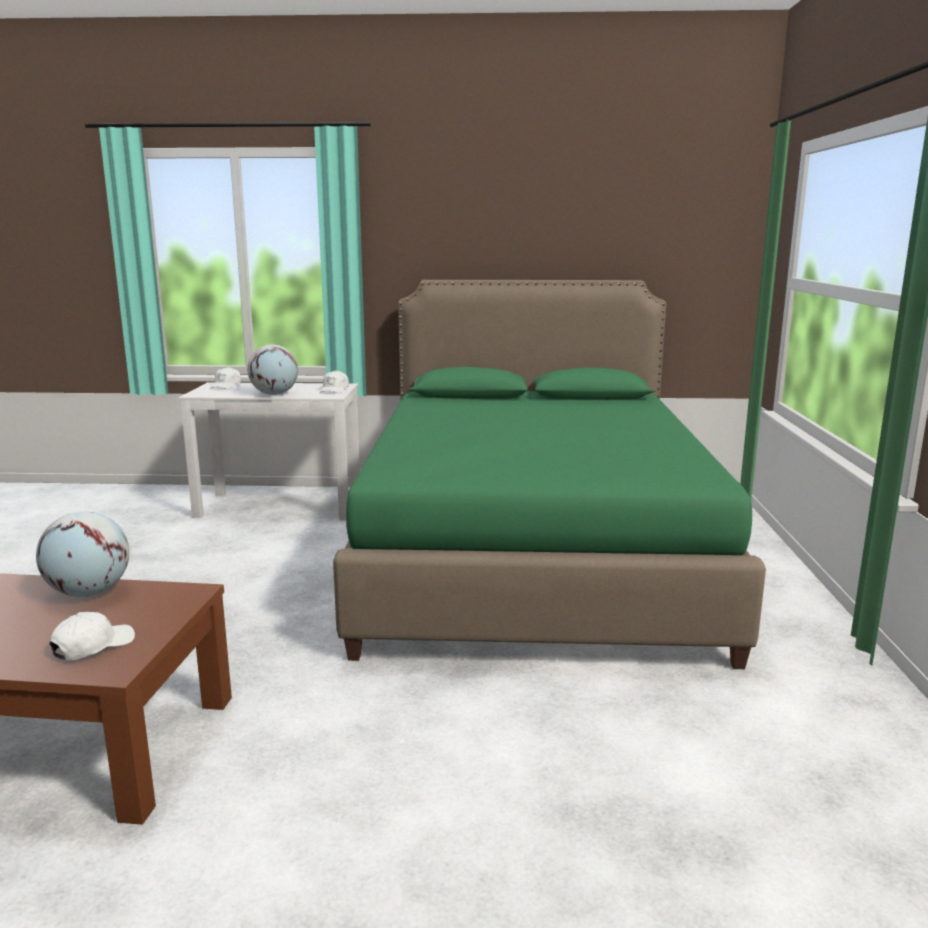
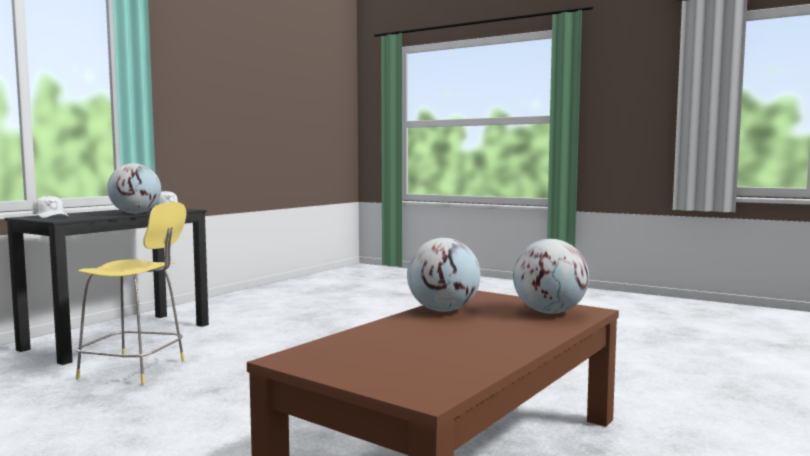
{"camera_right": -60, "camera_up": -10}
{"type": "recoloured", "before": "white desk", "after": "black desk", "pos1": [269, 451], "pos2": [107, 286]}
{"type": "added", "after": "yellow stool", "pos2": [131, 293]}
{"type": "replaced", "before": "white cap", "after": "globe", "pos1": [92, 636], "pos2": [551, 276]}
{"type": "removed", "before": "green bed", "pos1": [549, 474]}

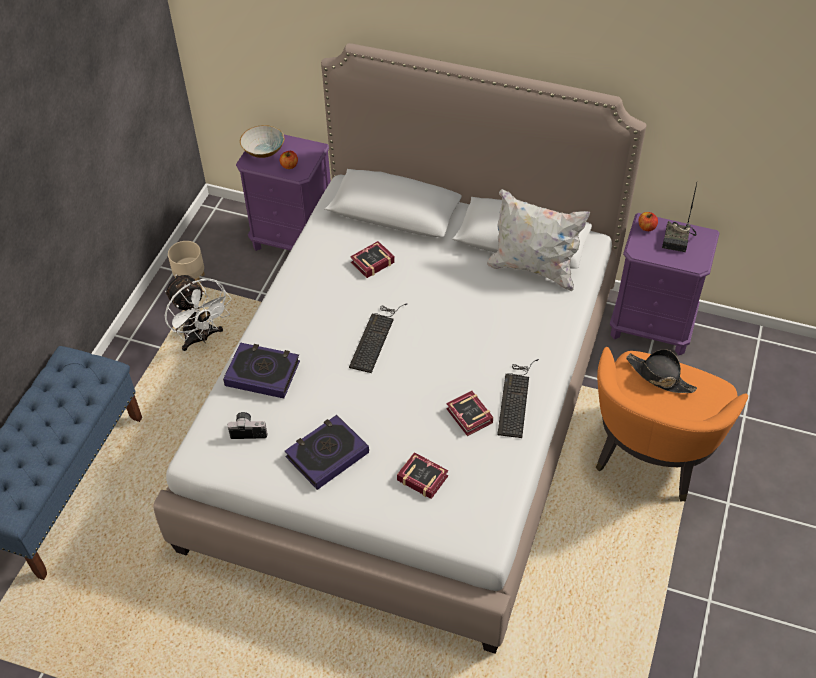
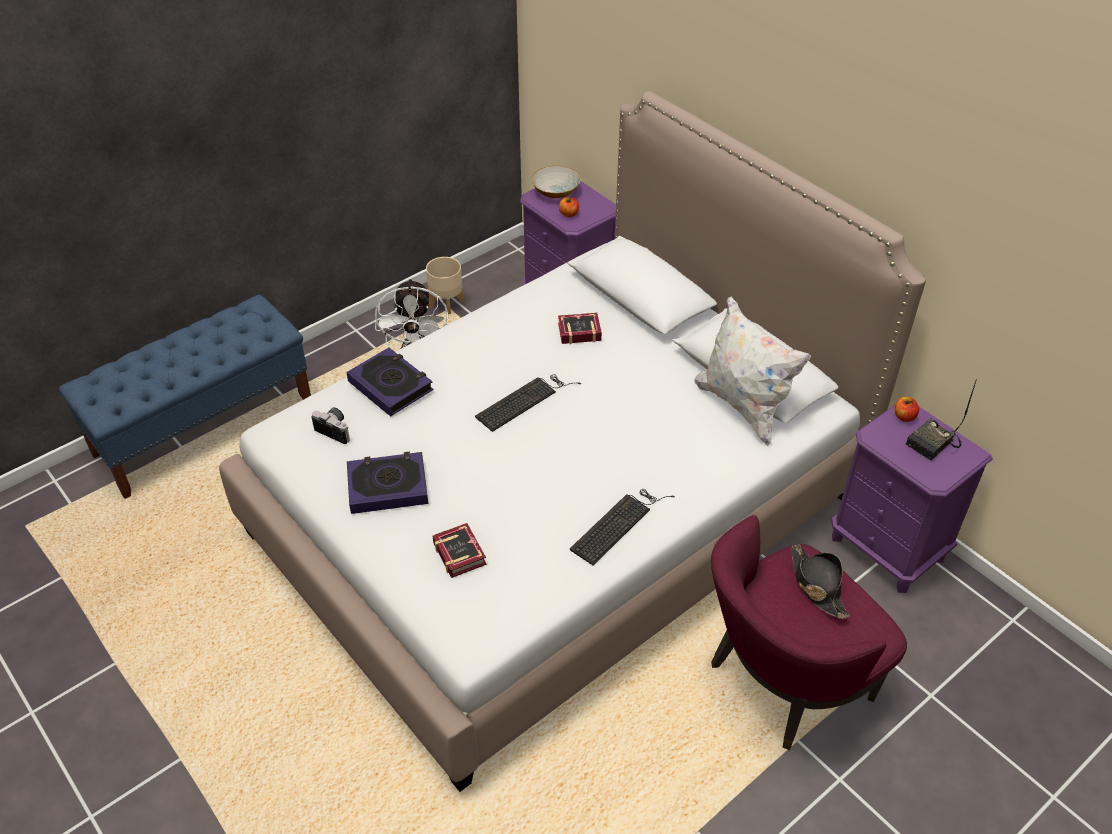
{"camera_right": 30, "camera_up": -5}
{"type": "recoloured", "before": "orange armchair", "after": "purple armchair", "pos1": [672, 424], "pos2": [809, 633]}
{"type": "removed", "before": "book", "pos1": [469, 413]}

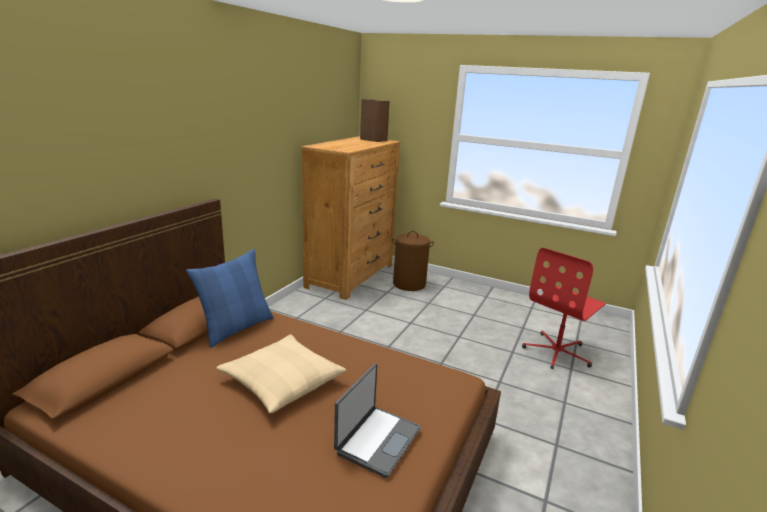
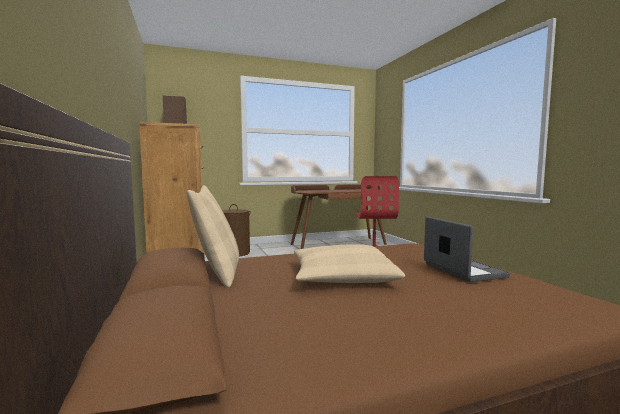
{"camera_right": -45, "camera_up": -15}
{"type": "recoloured", "before": "blue pillow", "after": "beige pillow", "pos1": [230, 298], "pos2": [213, 236]}
{"type": "added", "after": "brown desk", "pos2": [338, 216]}

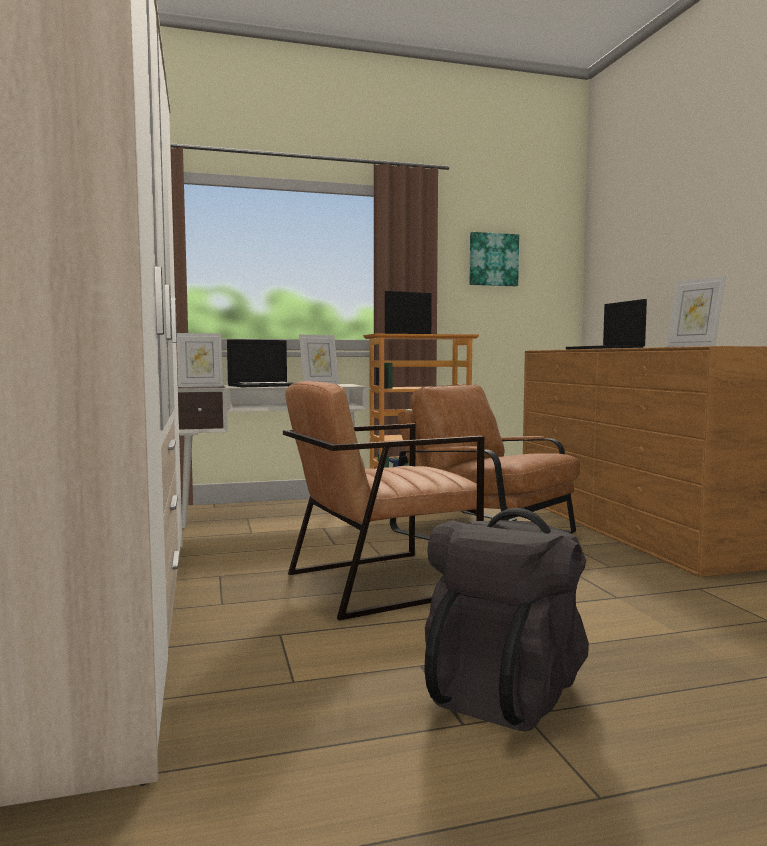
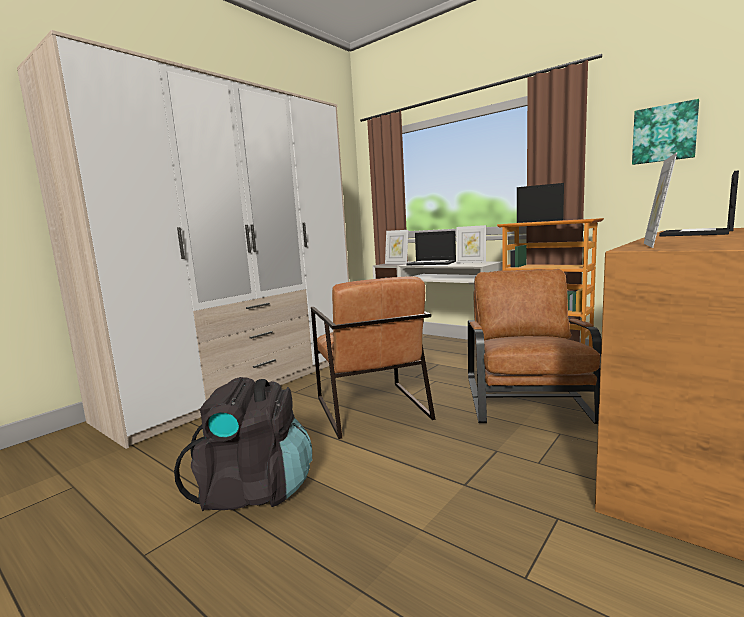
{"camera_right": 55, "camera_up": 5}
{"type": "turned", "before": "brown armchair", "pos1": [384, 500], "pos2": [373, 357], "turn": -135}

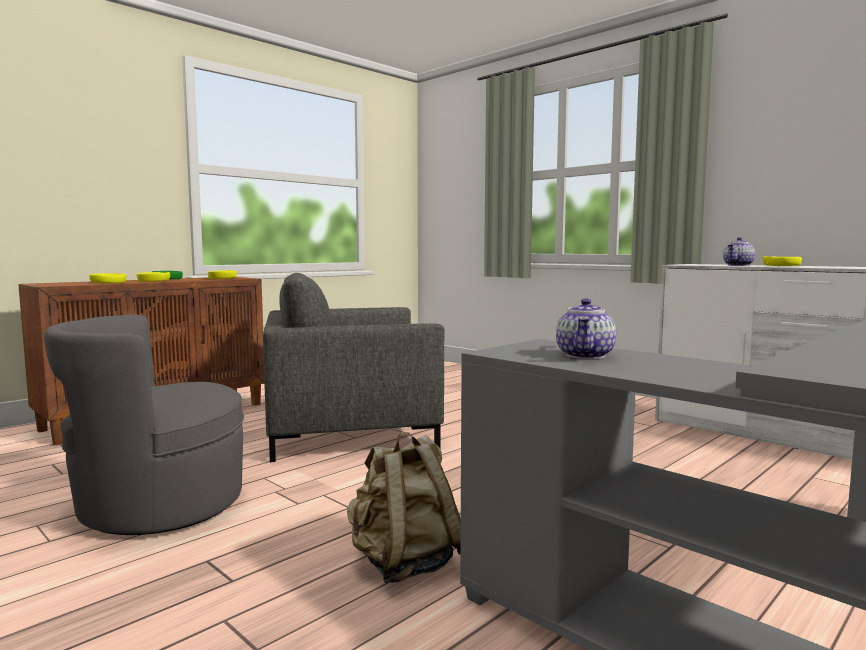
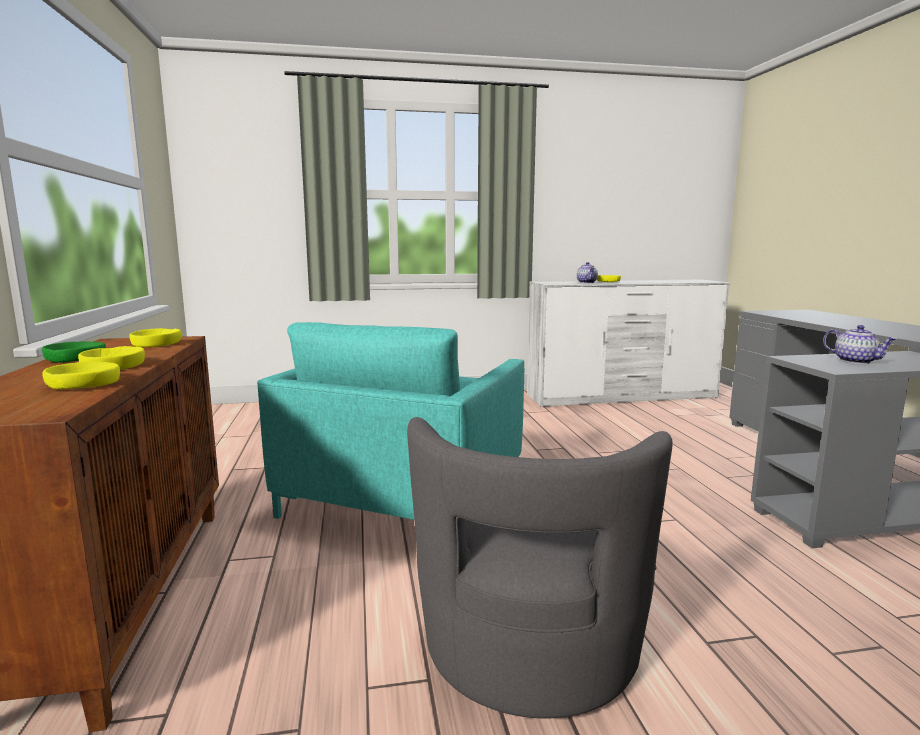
{"camera_right": -55, "camera_up": 5}
{"type": "recoloured", "before": "grey armchair", "after": "turquoise armchair", "pos1": [353, 367], "pos2": [390, 421]}
{"type": "removed", "before": "beige backpack", "pos1": [404, 508]}

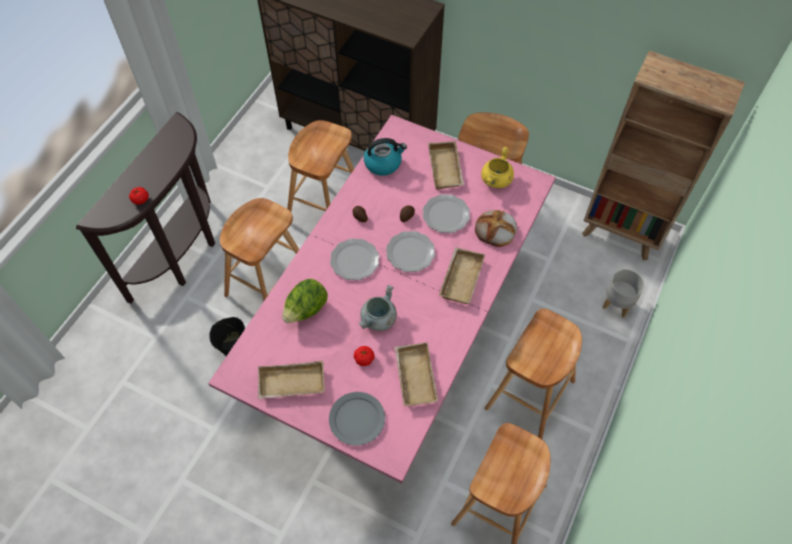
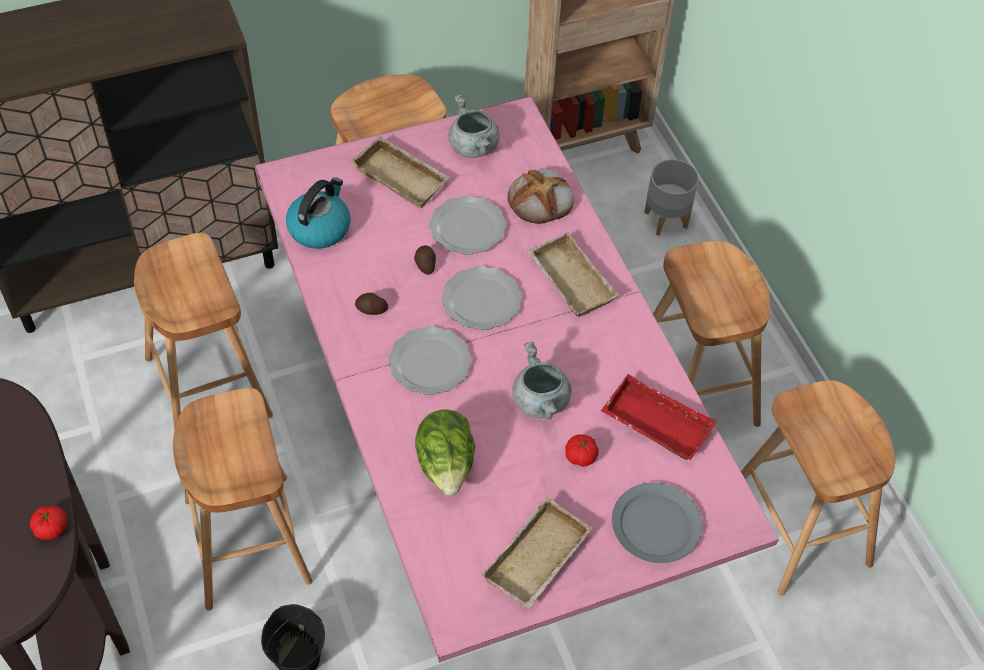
{"camera_right": -50, "camera_up": -5}
{"type": "recoloured", "before": "yellow cooking pot", "after": "grey cooking pot", "pos1": [497, 167], "pos2": [474, 126]}
{"type": "recoloured", "before": "beige tray", "after": "red tray", "pos1": [416, 374], "pos2": [659, 417]}

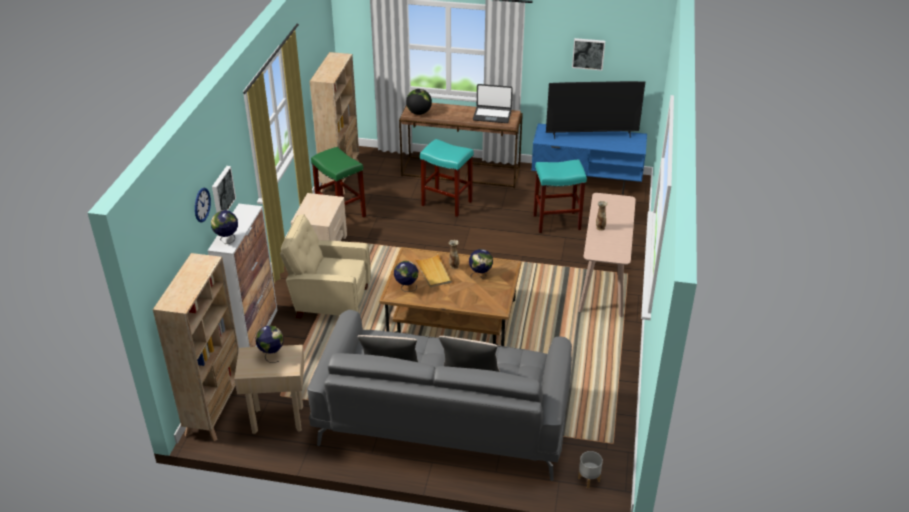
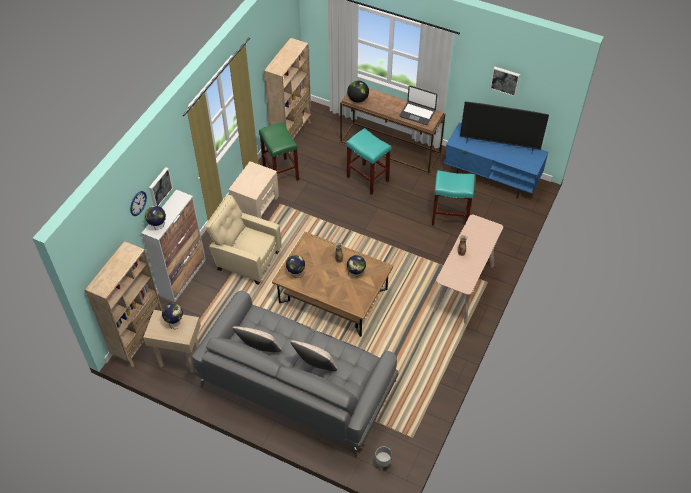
{"camera_right": 15, "camera_up": 15}
{"type": "removed", "before": "beige tray", "pos1": [433, 270]}

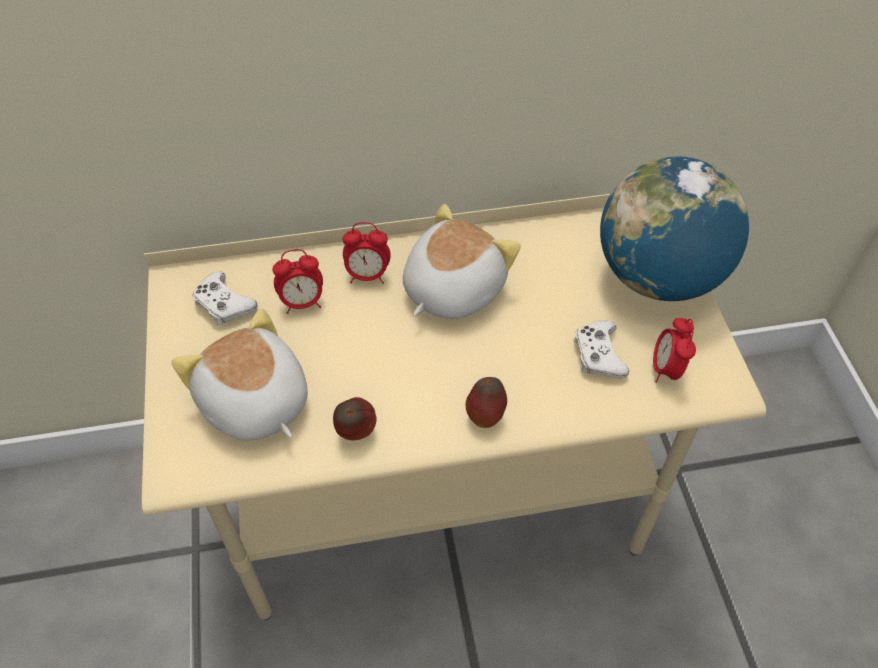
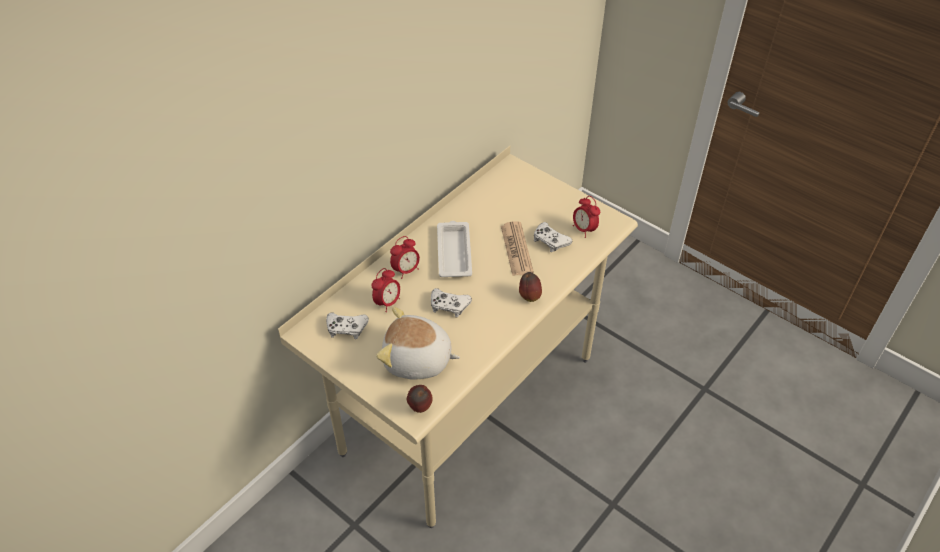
{"camera_right": -40, "camera_up": -5}
{"type": "moved", "before": "apple", "pos1": [355, 418], "pos2": [420, 399]}
{"type": "added", "after": "white game controller", "pos2": [451, 302]}
{"type": "replaced", "before": "plush toy", "after": "white tray", "pos1": [462, 261], "pos2": [454, 249]}
{"type": "added", "after": "newspaper", "pos2": [517, 248]}
{"type": "removed", "before": "globe", "pos1": [674, 228]}

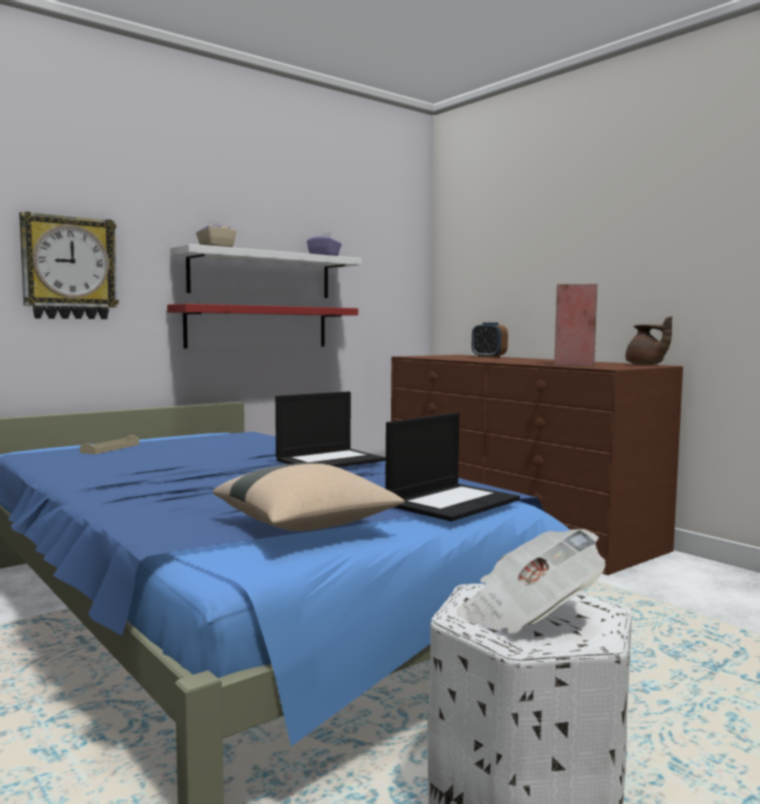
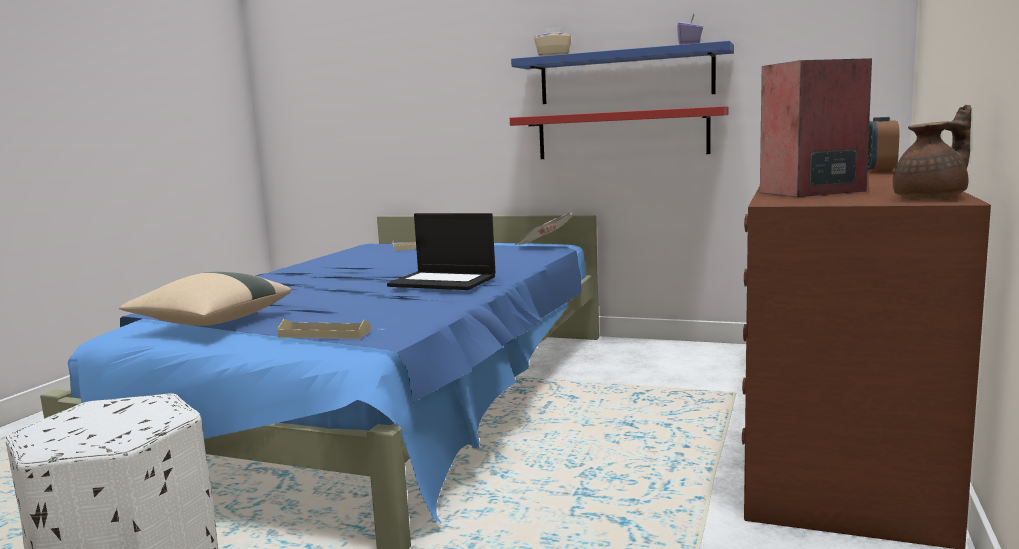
{"camera_right": 60, "camera_up": 5}
{"type": "replaced", "before": "laptop", "after": "beige tray", "pos1": [452, 467], "pos2": [324, 329]}
{"type": "recoloured", "before": "white shelf", "after": "blue shelf", "pos1": [266, 271], "pos2": [622, 72]}
{"type": "moved", "before": "newspaper", "pos1": [531, 581], "pos2": [544, 229]}
{"type": "turned", "before": "brown teapot", "pos1": [649, 340], "pos2": [932, 152], "turn": -135}
{"type": "removed", "before": "wall clock", "pos1": [69, 265]}

